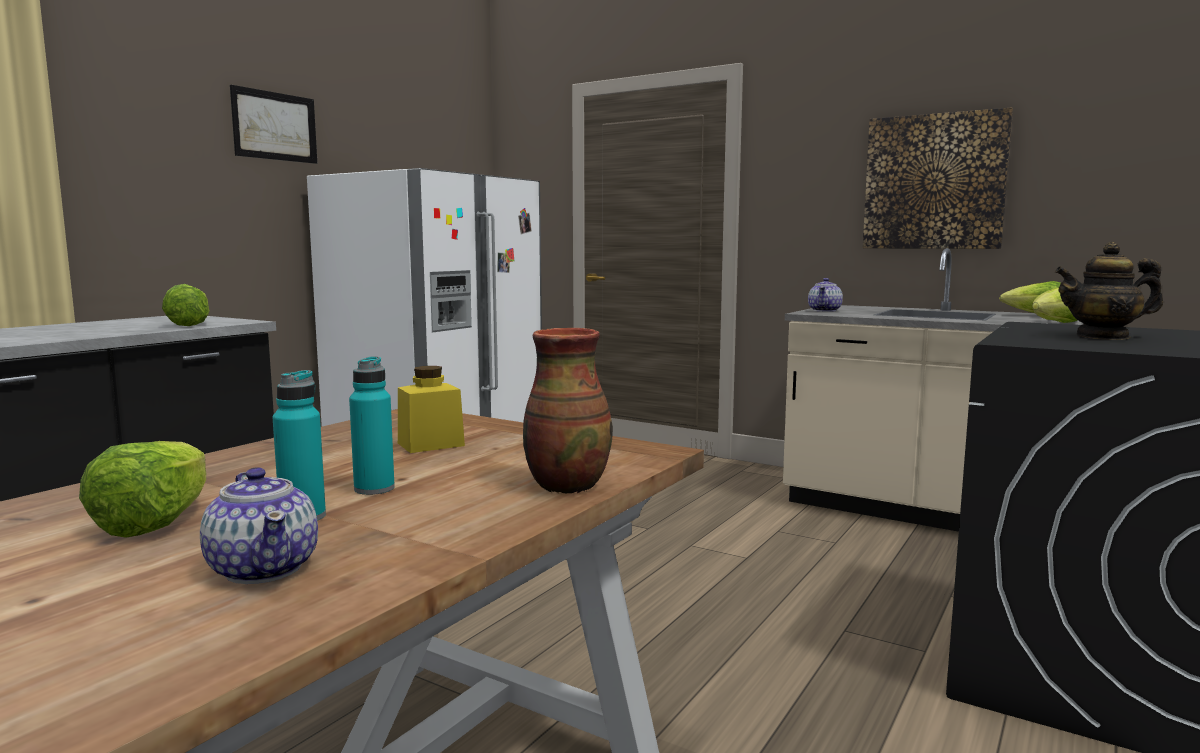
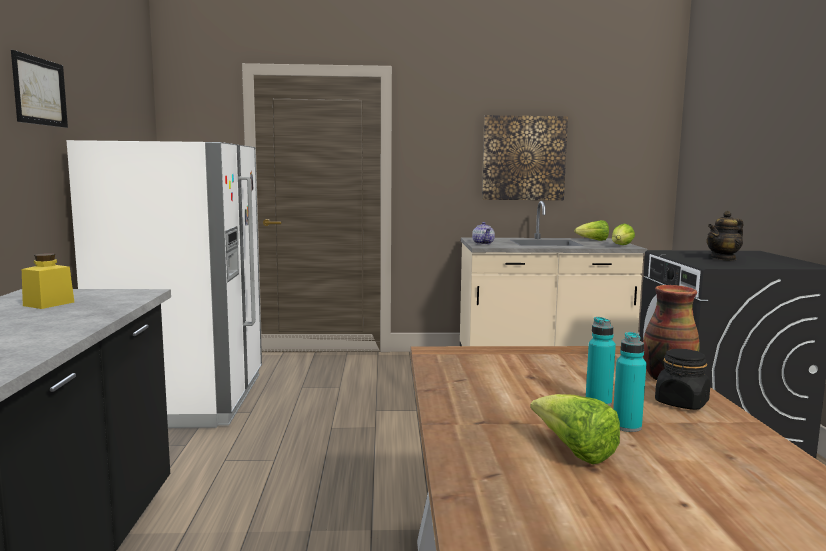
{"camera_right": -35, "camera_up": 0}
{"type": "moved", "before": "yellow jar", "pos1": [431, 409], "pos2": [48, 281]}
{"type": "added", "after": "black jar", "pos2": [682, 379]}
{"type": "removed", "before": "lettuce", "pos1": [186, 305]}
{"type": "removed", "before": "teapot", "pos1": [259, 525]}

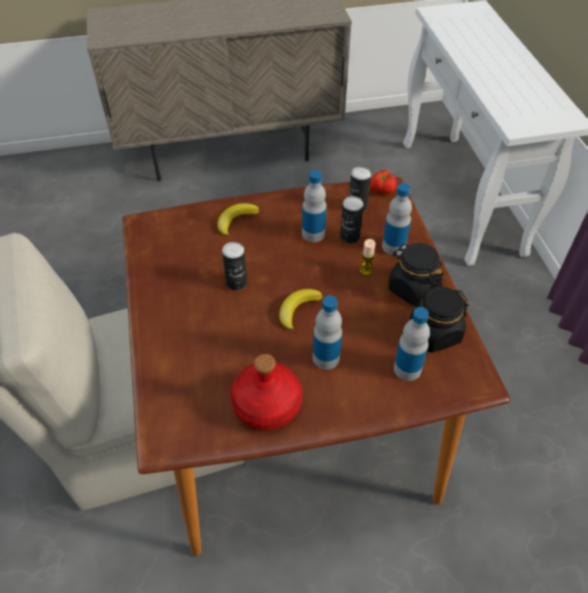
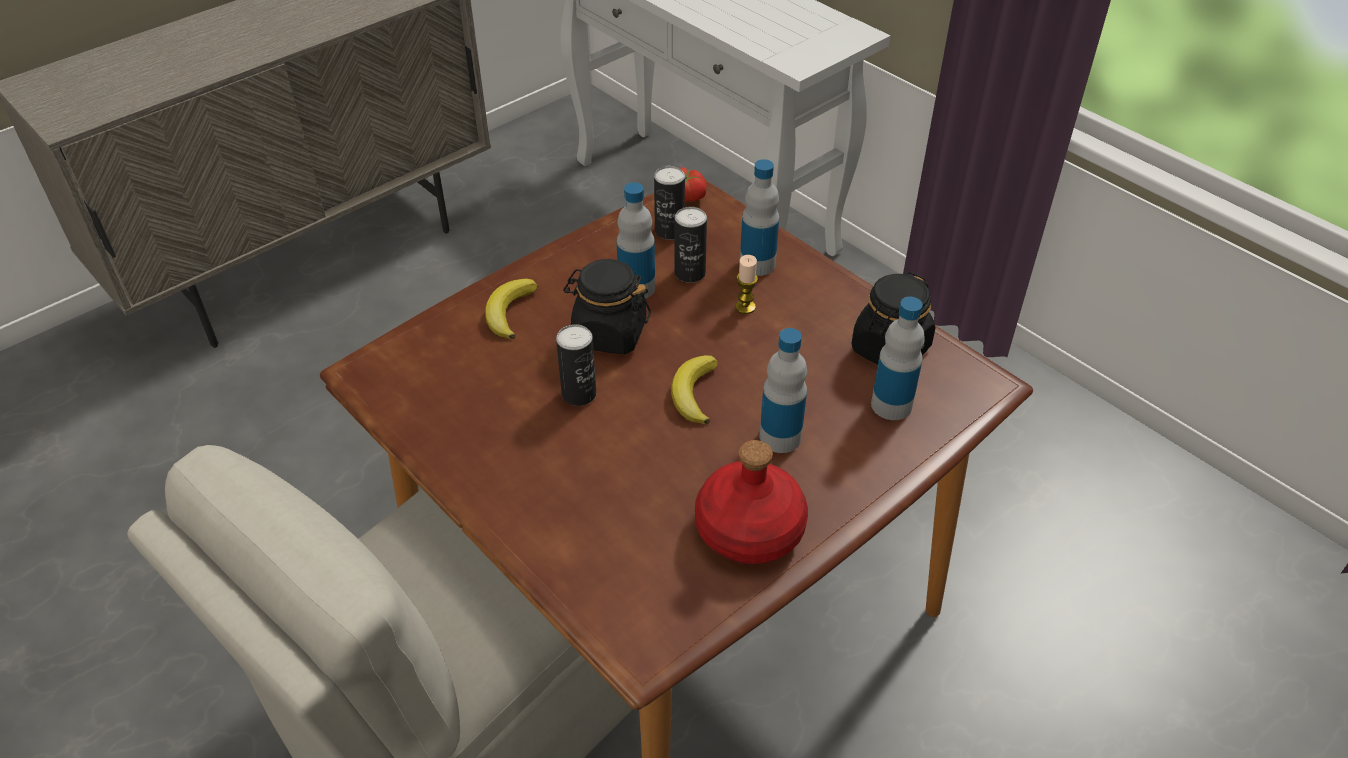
{"camera_right": -30, "camera_up": -5}
{"type": "moved", "before": "black jar", "pos1": [415, 274], "pos2": [607, 306]}

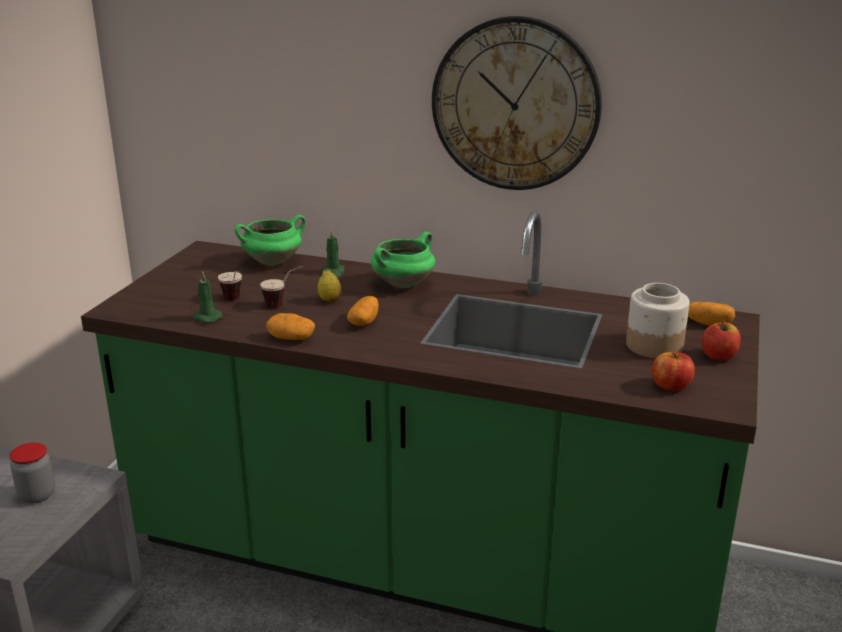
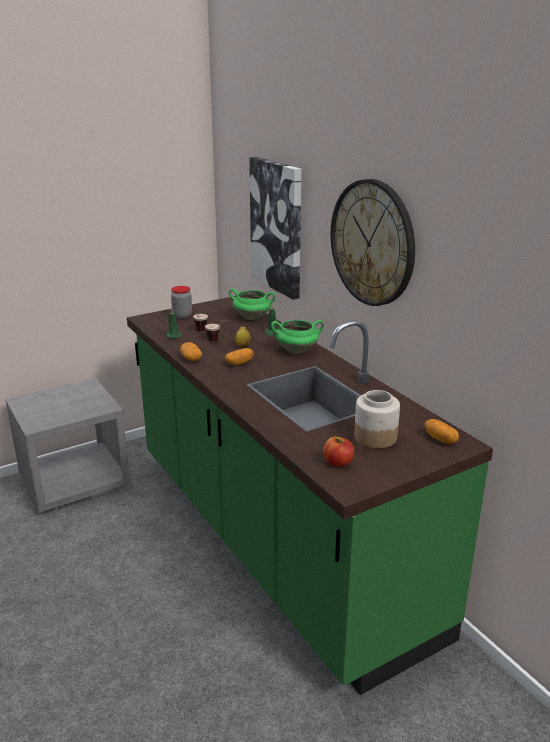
{"camera_right": 40, "camera_up": 0}
{"type": "moved", "before": "jar", "pos1": [32, 473], "pos2": [181, 302]}
{"type": "added", "after": "picture", "pos2": [275, 228]}
{"type": "removed", "before": "apple", "pos1": [721, 341]}

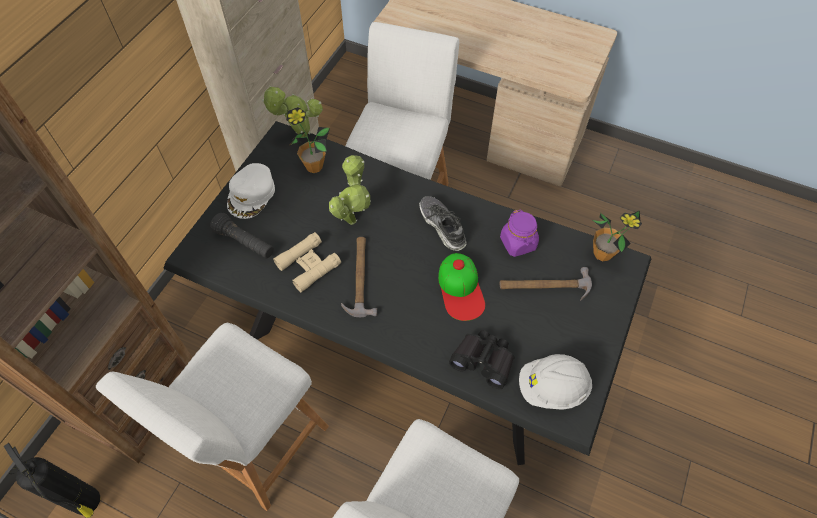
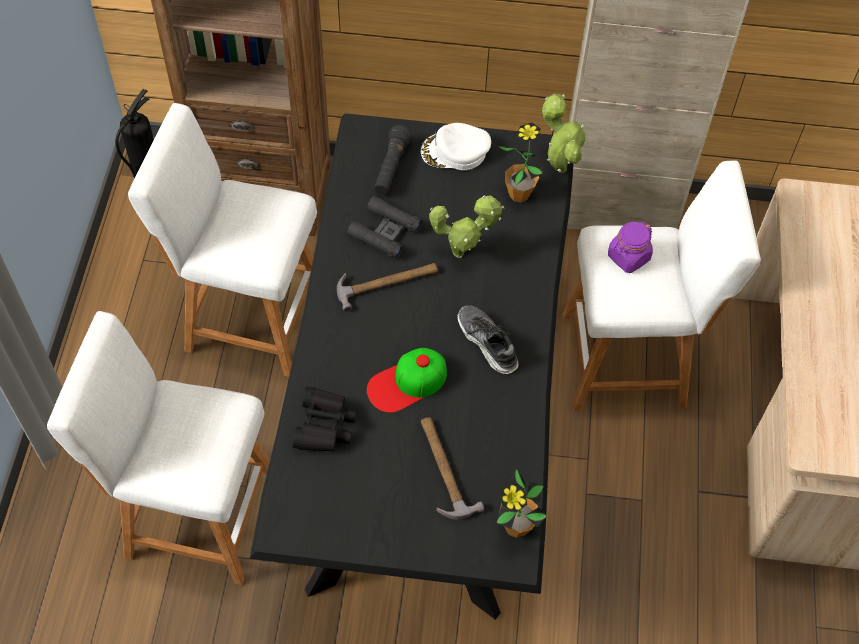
{"camera_right": 70, "camera_up": 0}
{"type": "recoloured", "before": "beige binoculars", "after": "black binoculars", "pos1": [307, 262], "pos2": [385, 227]}
{"type": "turned", "before": "shoe", "pos1": [443, 223], "pos2": [488, 340], "turn": -75}
{"type": "moved", "before": "purple jar", "pos1": [519, 233], "pos2": [630, 247]}
{"type": "removed", "before": "white hard hat", "pos1": [555, 382]}

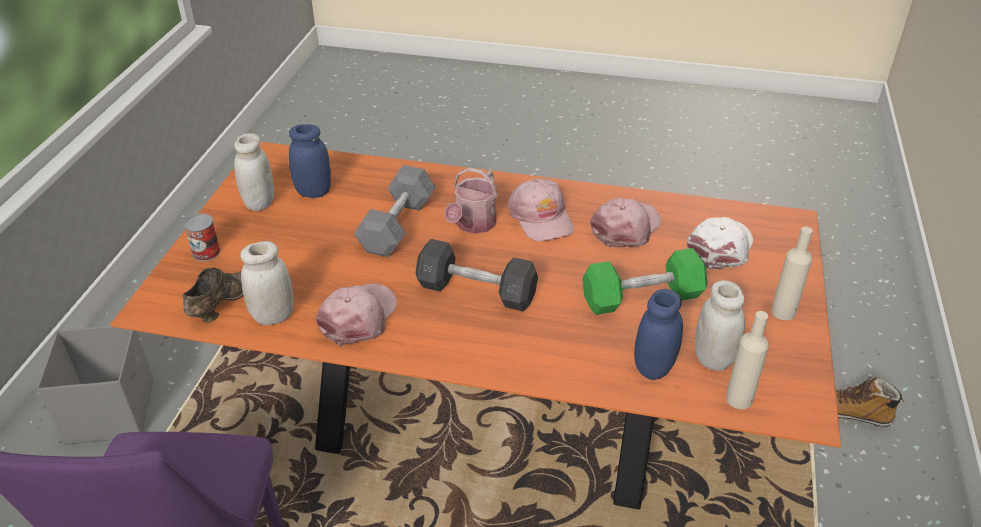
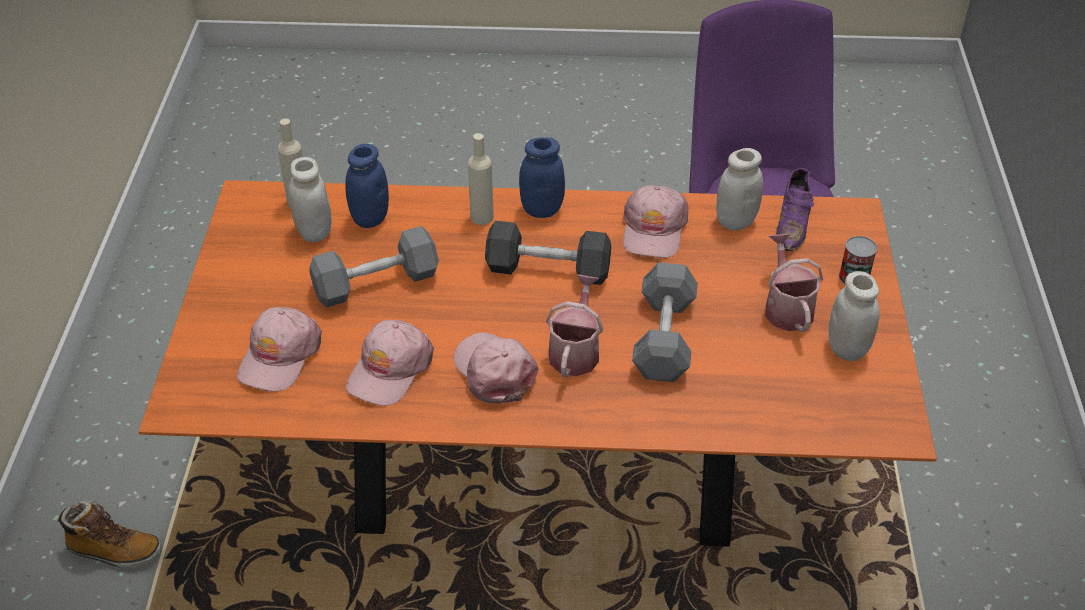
{"camera_right": 170, "camera_up": 5}
{"type": "recoloured", "before": "white cap", "after": "pink cap", "pos1": [719, 243], "pos2": [279, 349]}
{"type": "recoloured", "before": "green dumbbell", "after": "grey dumbbell", "pos1": [644, 281], "pos2": [374, 266]}
{"type": "moved", "before": "beige bottle", "pos1": [792, 273], "pos2": [481, 179]}
{"type": "moved", "before": "blue jar", "pos1": [310, 161], "pos2": [542, 178]}
{"type": "added", "after": "watering can", "pos2": [794, 282]}
{"type": "recoloured", "before": "brown shoe", "after": "purple shoe", "pos1": [213, 295], "pos2": [795, 209]}
{"type": "removed", "before": "grey storage box", "pos1": [95, 385]}

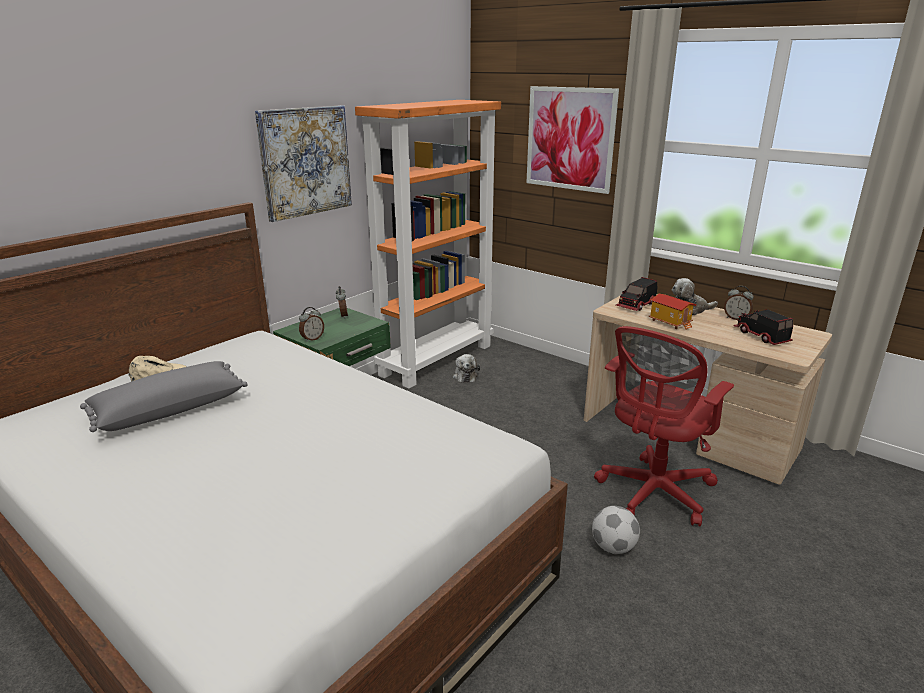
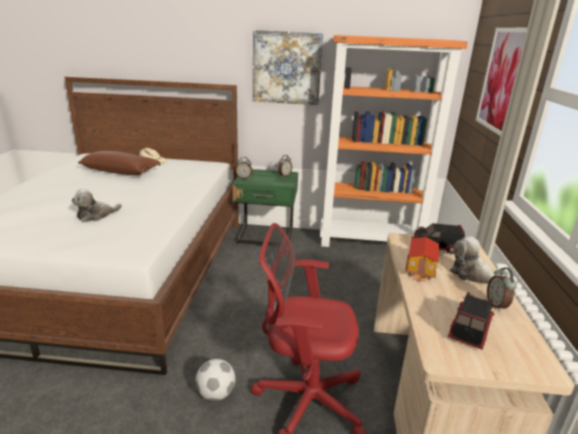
{"camera_right": 55, "camera_up": 0}
{"type": "moved", "before": "plush toy", "pos1": [466, 368], "pos2": [97, 205]}
{"type": "recoloured", "before": "grey pillow", "after": "brown pillow", "pos1": [164, 396], "pos2": [119, 163]}

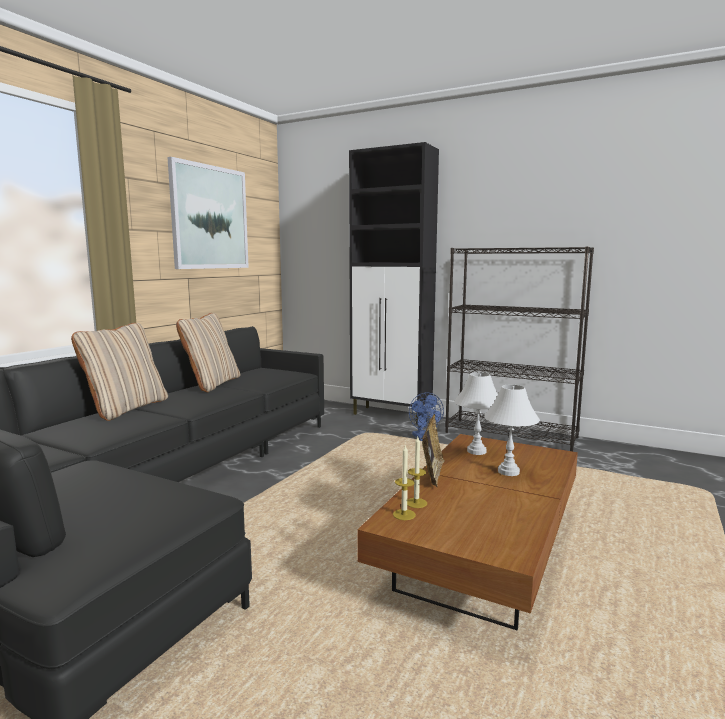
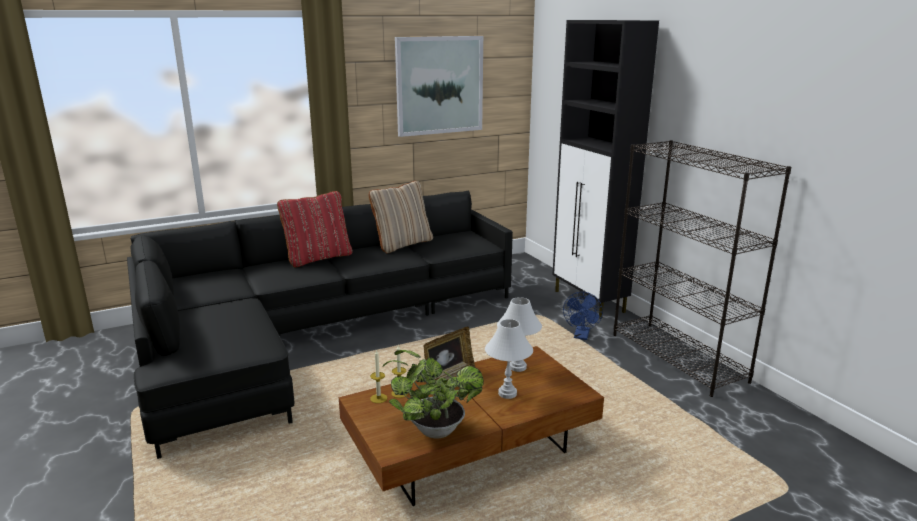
{"camera_right": 35, "camera_up": 10}
{"type": "recoloured", "before": "beige pillow", "after": "red pillow", "pos1": [119, 372], "pos2": [315, 229]}
{"type": "added", "after": "potted plant", "pos2": [433, 394]}

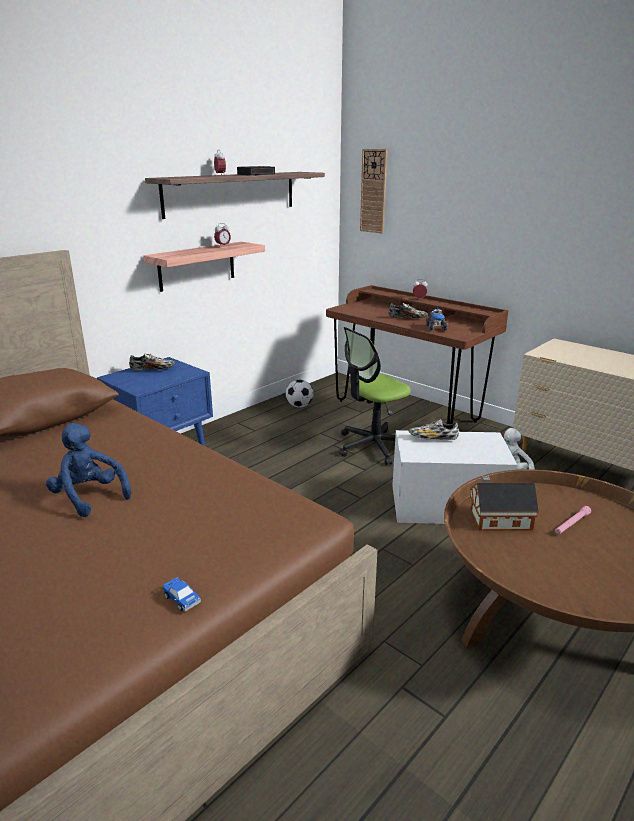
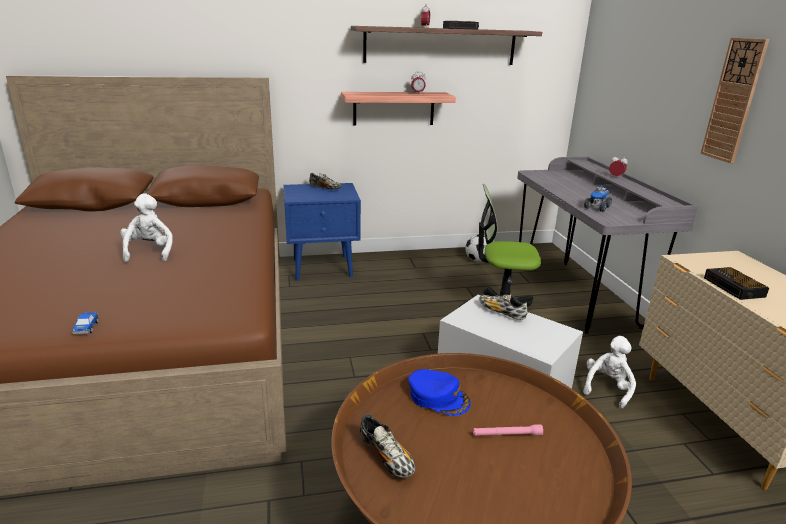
{"camera_right": 35, "camera_up": 0}
{"type": "recoloured", "before": "blue plush toy", "after": "white plush toy", "pos1": [88, 470], "pos2": [146, 227]}
{"type": "moved", "before": "shoe", "pos1": [408, 311], "pos2": [387, 446]}
{"type": "replaced", "before": "toy house", "after": "blue cap", "pos1": [504, 503], "pos2": [439, 392]}
{"type": "recoloured", "before": "brown desk", "after": "grey desk", "pos1": [417, 354], "pos2": [607, 245]}
{"type": "moved", "before": "wall clock", "pos1": [374, 191], "pos2": [735, 100]}
{"type": "added", "after": "alarm clock", "pos2": [736, 283]}

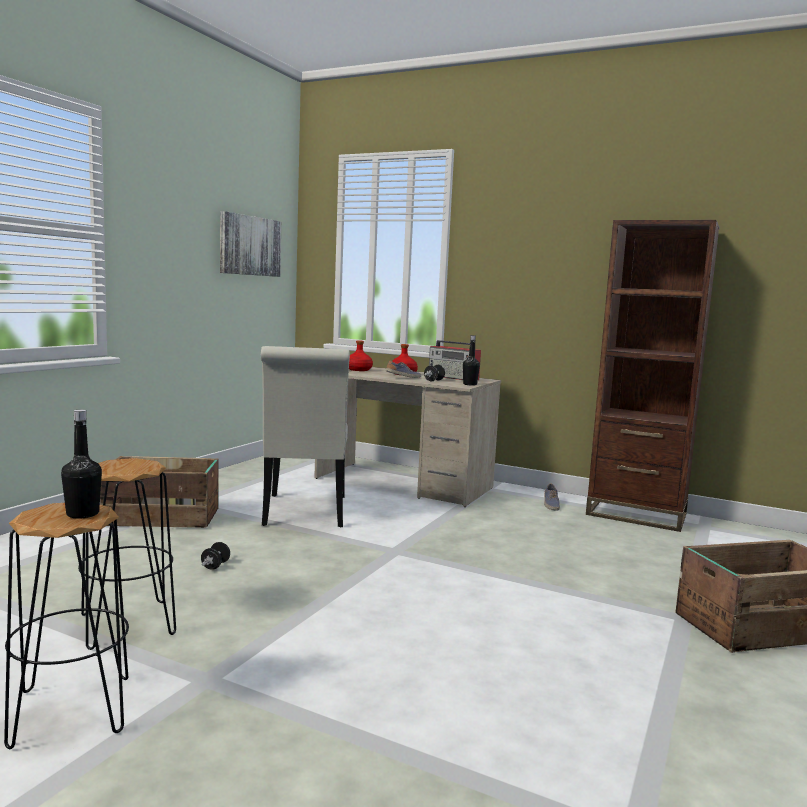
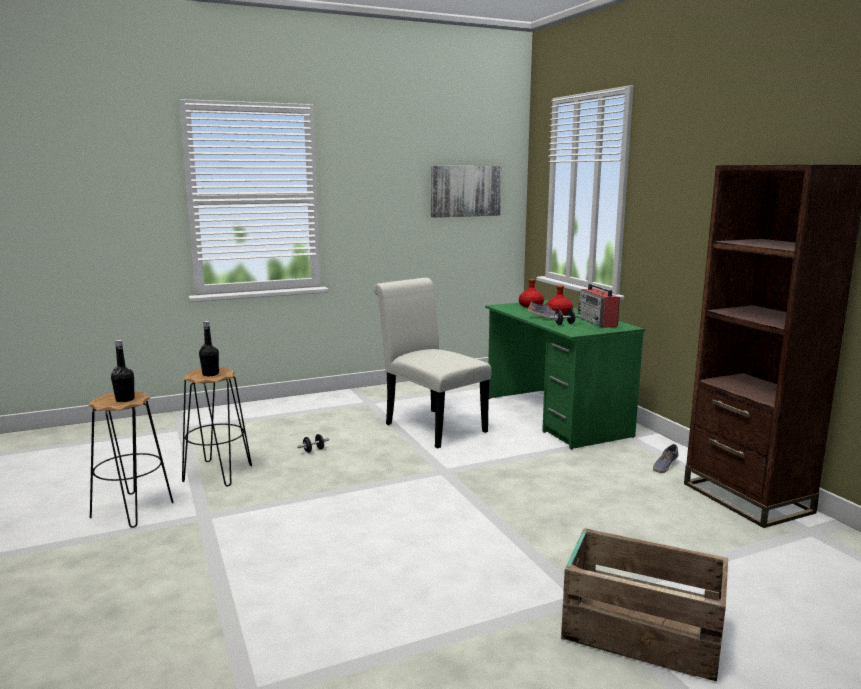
{"camera_right": 40, "camera_up": 5}
{"type": "moved", "before": "black bottle", "pos1": [471, 360], "pos2": [209, 348]}
{"type": "turned", "before": "white chair", "pos1": [305, 436], "pos2": [432, 363], "turn": 105}
{"type": "recoloured", "before": "beige desk", "after": "green desk", "pos1": [407, 437], "pos2": [565, 374]}
{"type": "removed", "before": "crate", "pos1": [159, 492]}

